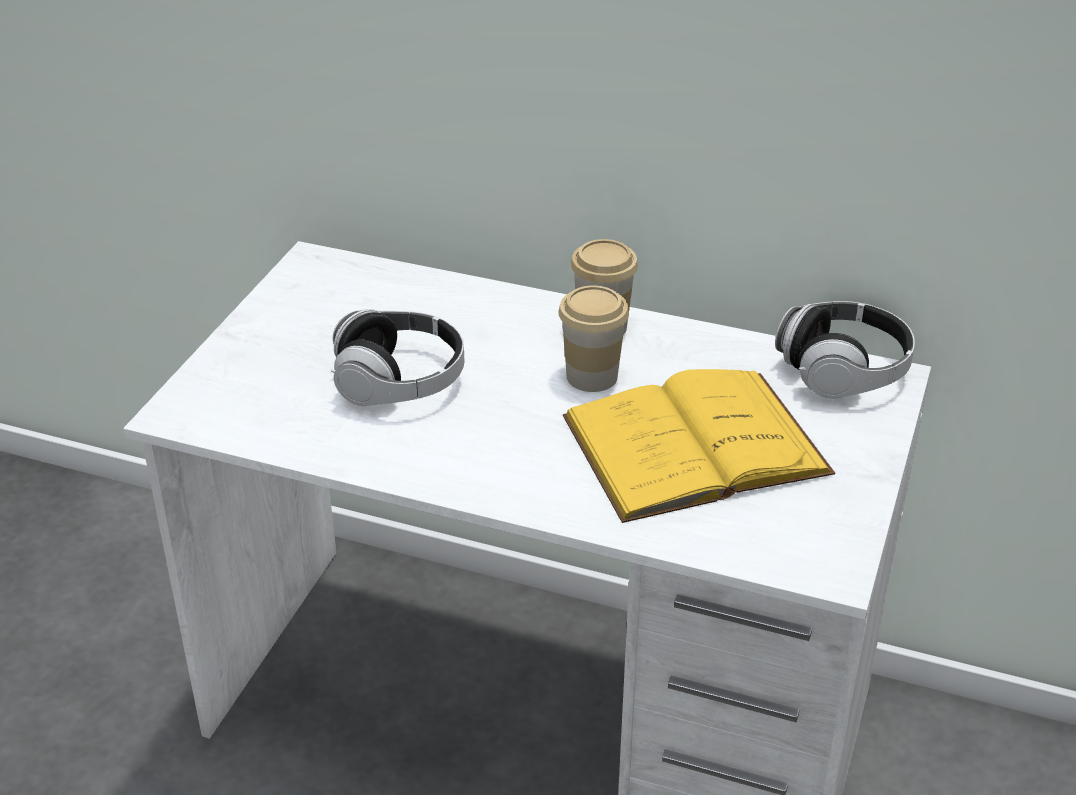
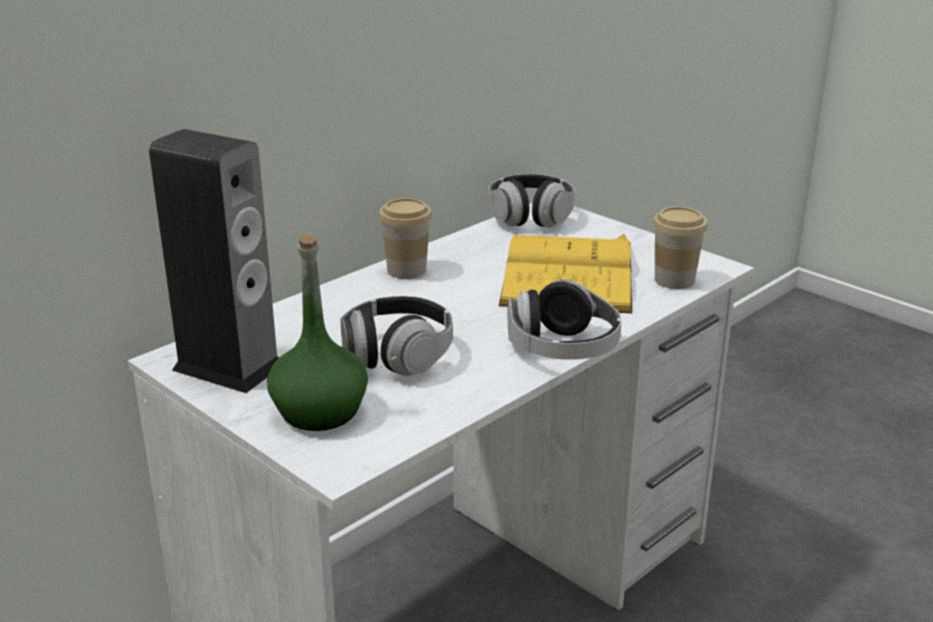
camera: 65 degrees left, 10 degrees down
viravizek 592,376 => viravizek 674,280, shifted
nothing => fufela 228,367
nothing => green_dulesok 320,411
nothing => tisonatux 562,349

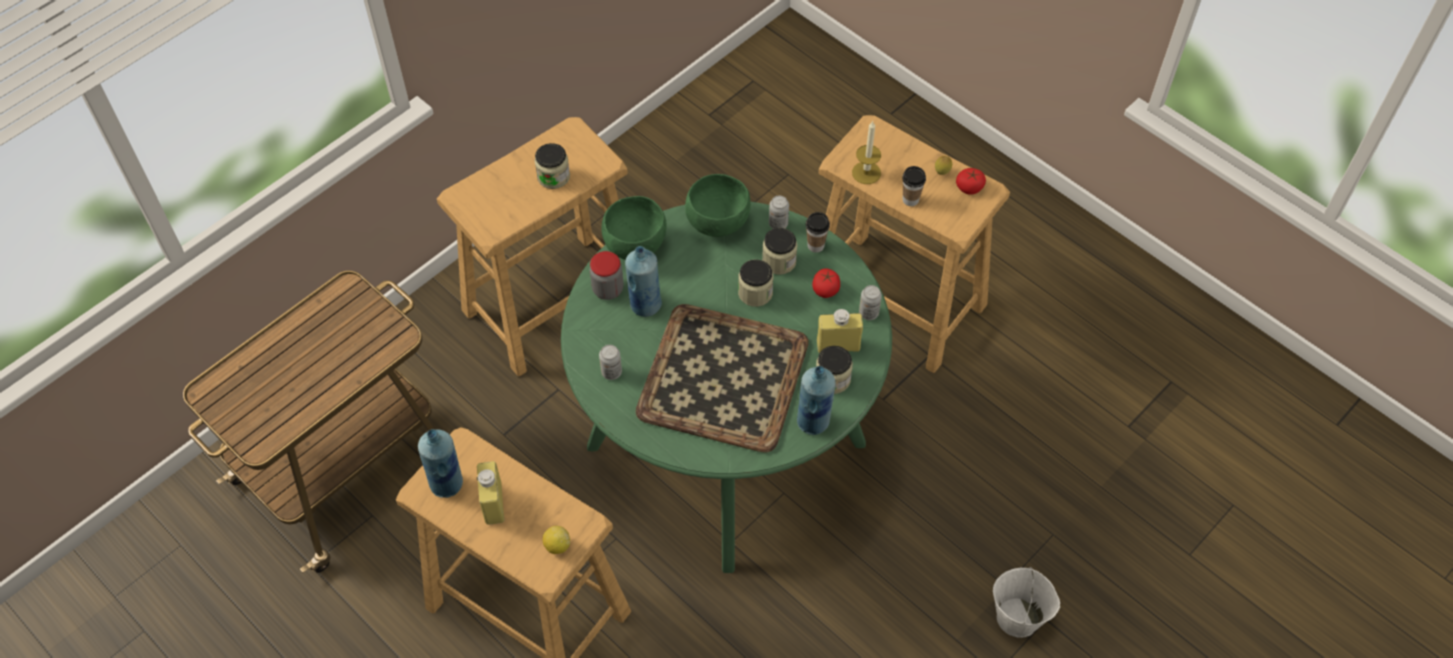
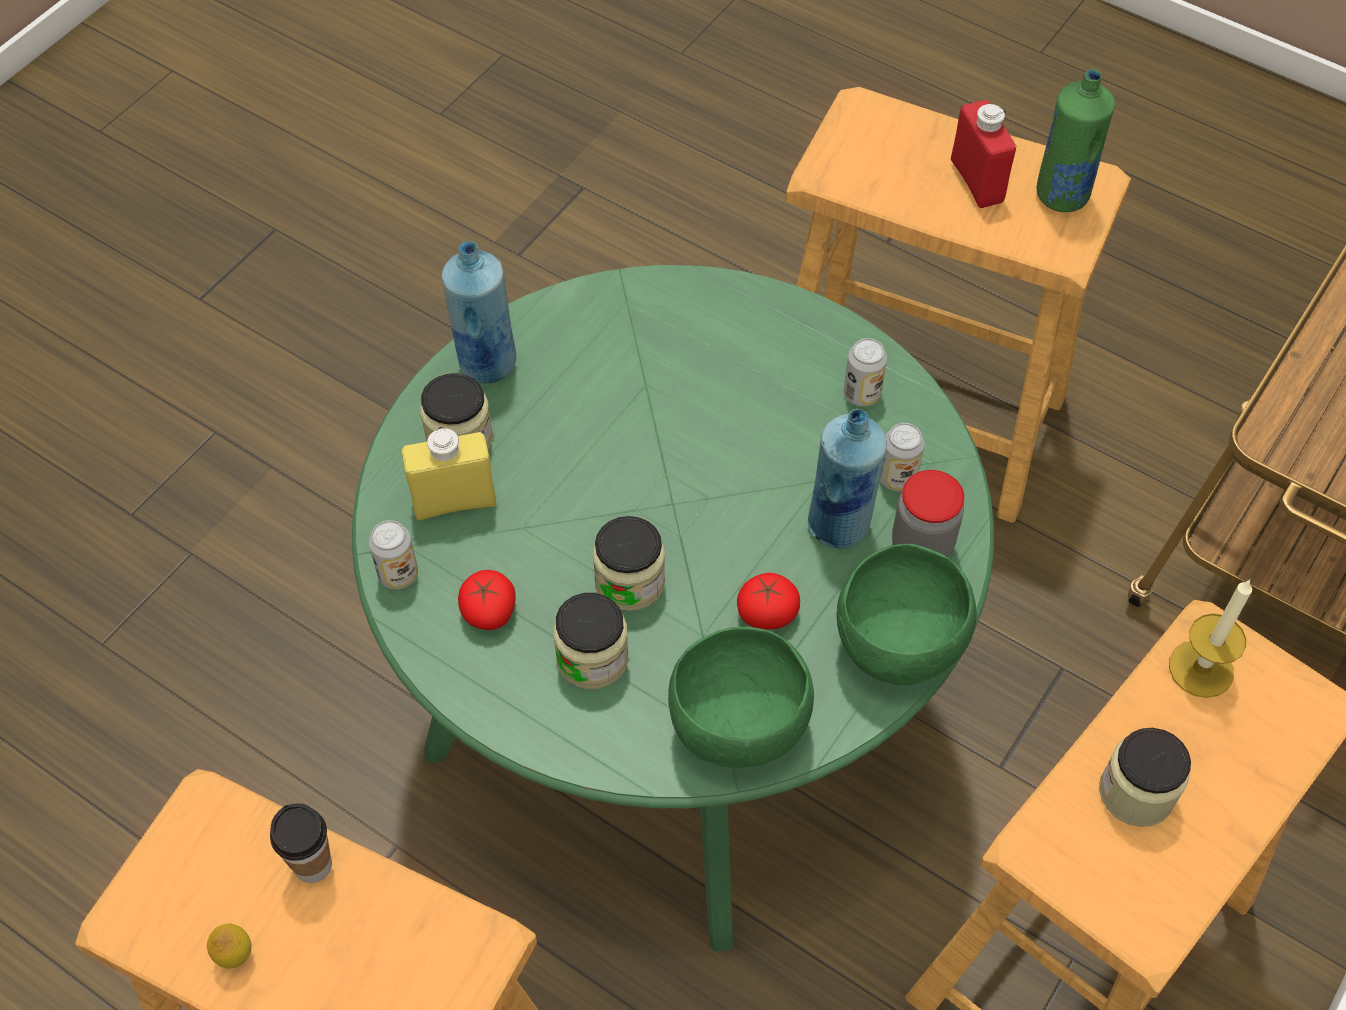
camera: 170 degrees right, 0 degrees up
blue_dulesok 447,483 => green_dulesok 1061,195
yellow_dulesok 493,504 => red_dulesok 977,181
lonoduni 557,545 => nothing
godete 722,376 => nothing
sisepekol 778,224 => sisepekol 897,478, shifted
viravizek 815,245 => nothing
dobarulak 866,173 => dobarulak 1201,668, shifted
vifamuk 969,187 => vifamuk 767,612, shifted
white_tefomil 1018,617 => nothing

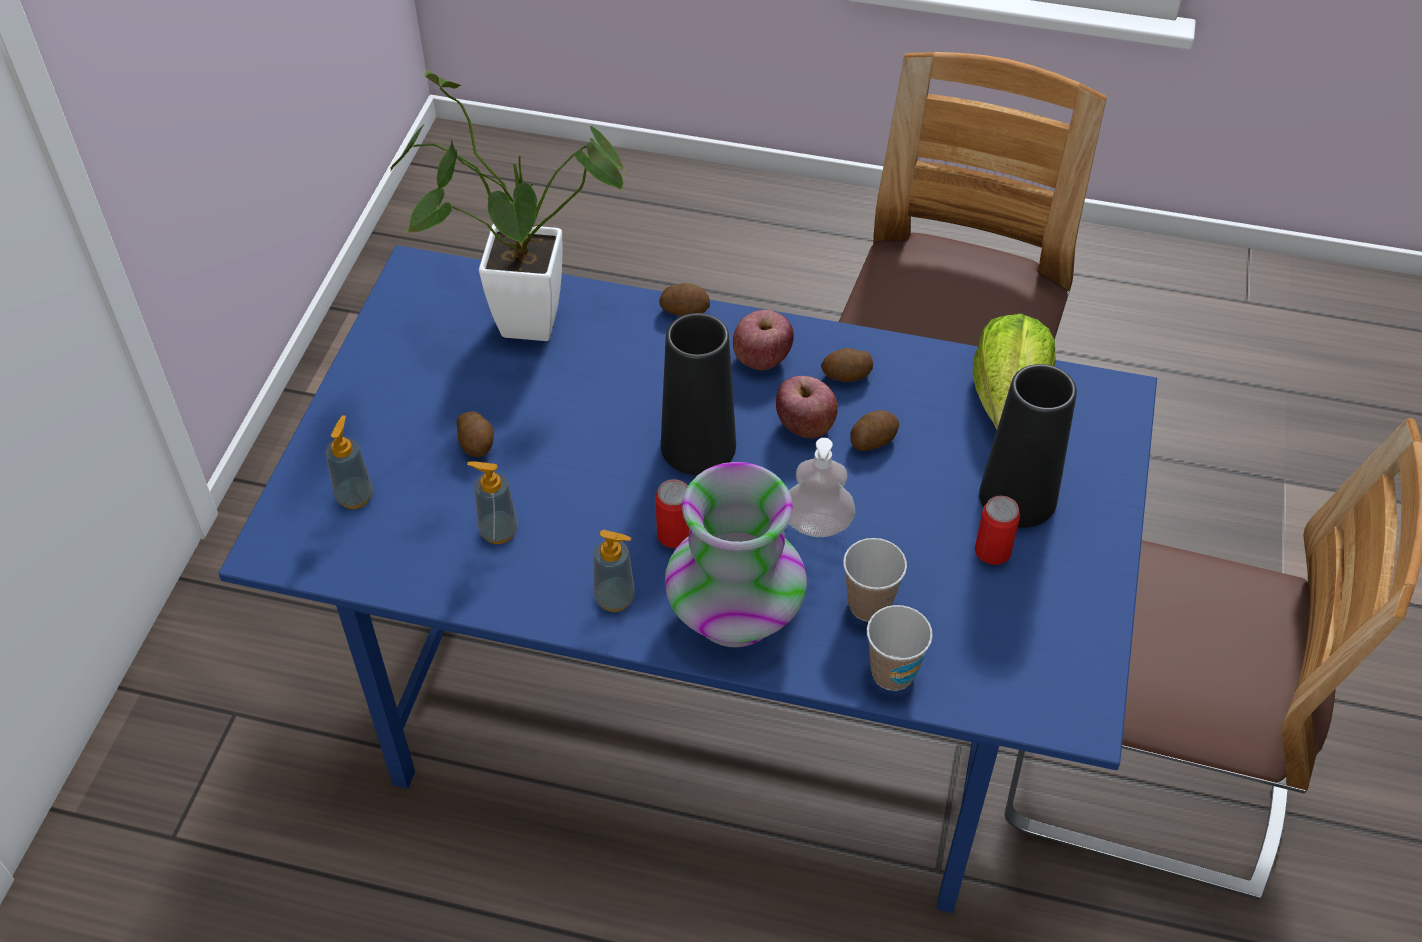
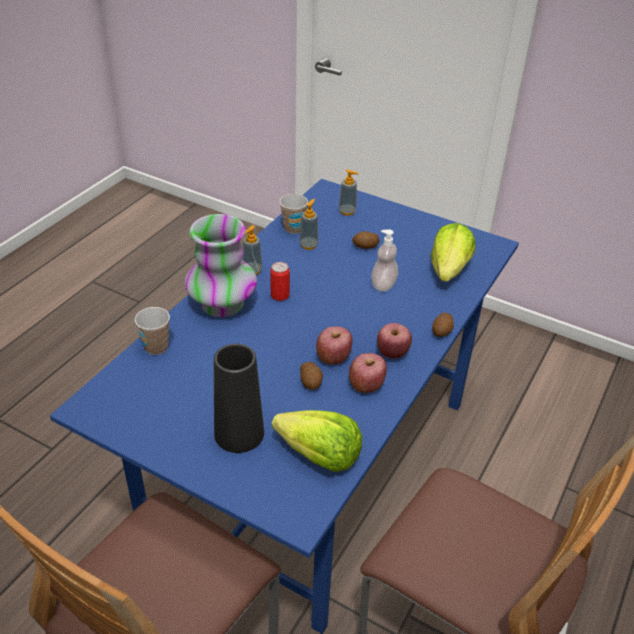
camera: 105 degrees right, 10 degrees down
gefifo 514,321 => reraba 449,270
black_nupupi 698,446 => nothing
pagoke 817,525 => pagoke 383,285, shifted
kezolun 846,376 => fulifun 366,385
viravizek 869,605 => viravizek 293,228, shifted
sisepekol 992,551 => nothing

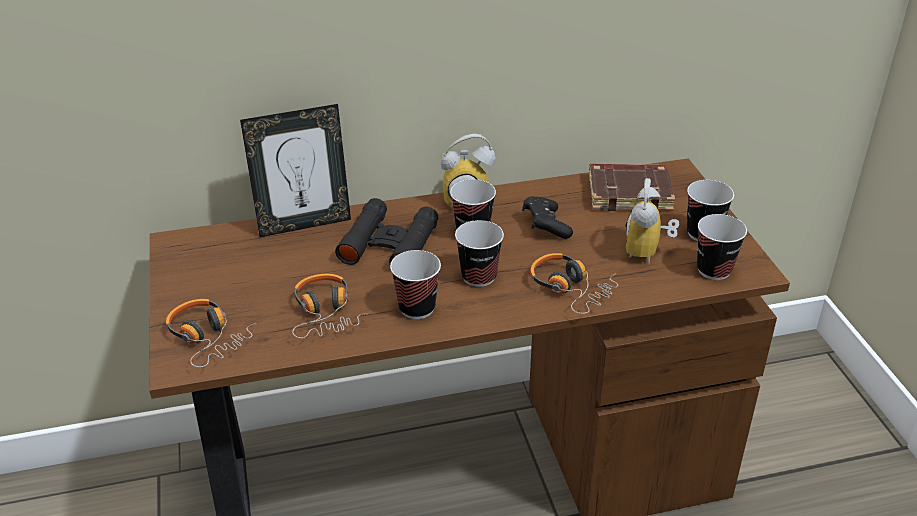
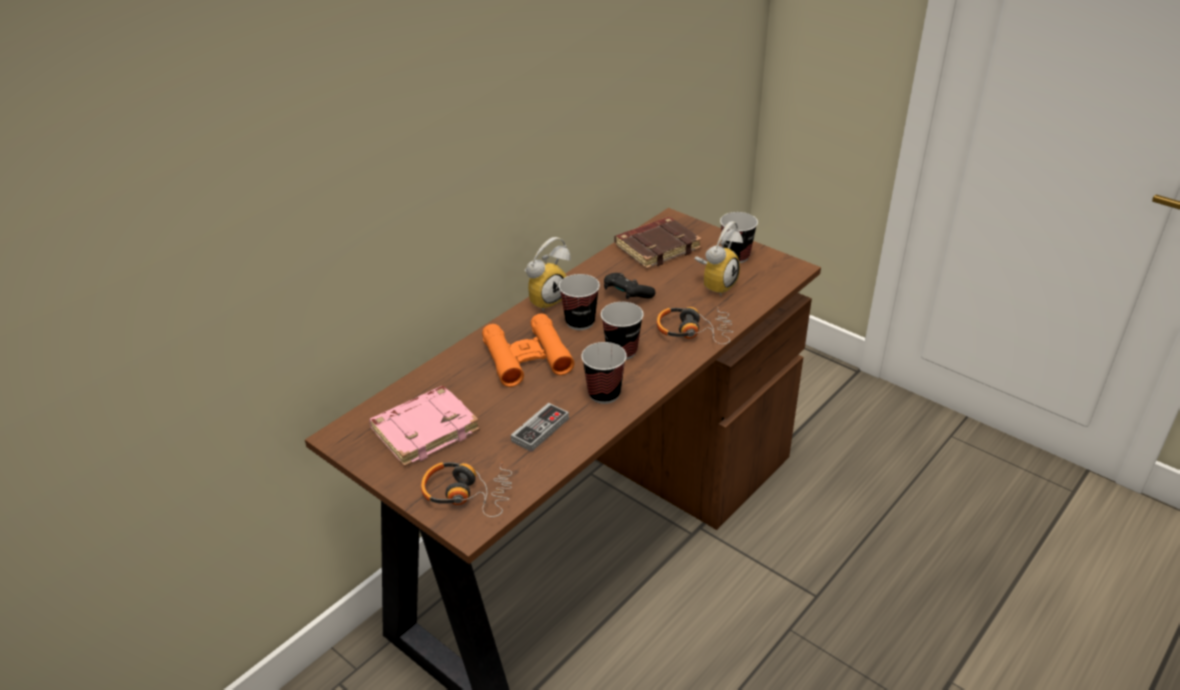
camera: 35 degrees left, 0 degrees up
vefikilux 304,224 => nothing
tisonatux 326,313 => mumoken 540,430
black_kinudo 389,244 => orange_kinudo 527,357
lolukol 648,252 => lolukol 716,284, 120 degrees counterclockwise
viravizek 714,270 => nothing
nothing => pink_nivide 425,429

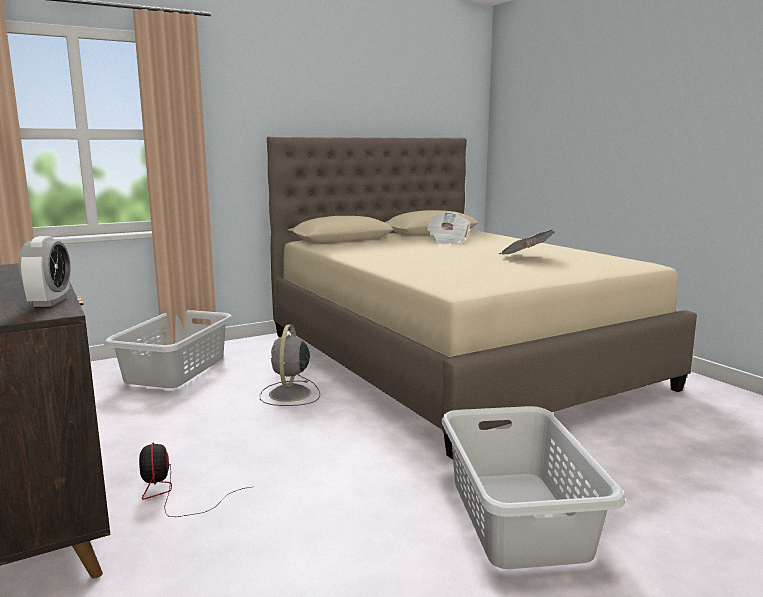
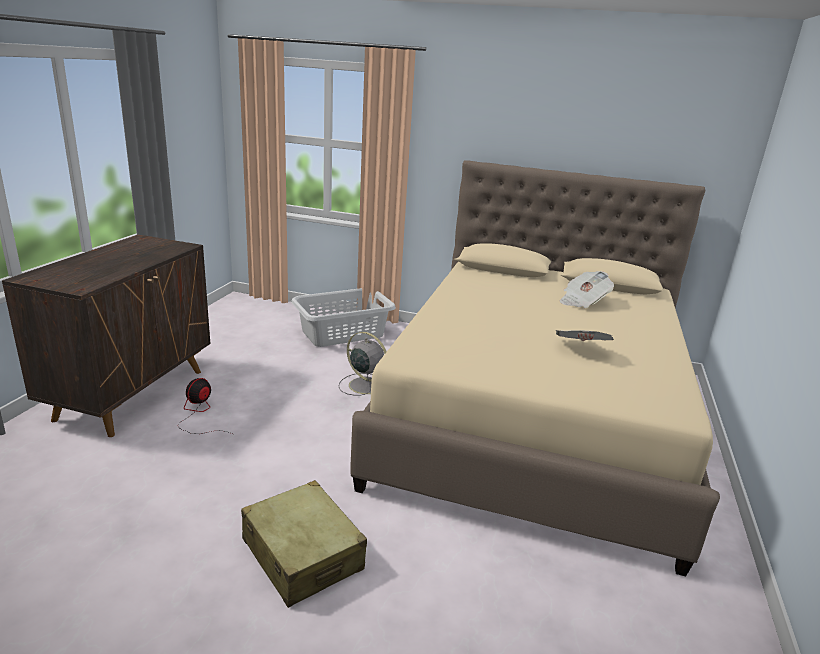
camera: 45 degrees right, 10 degrees up
lolukol 50,302 => nothing
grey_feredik 289,394 => grey_feredik 364,385, 75 degrees clockwise
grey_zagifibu 517,517 => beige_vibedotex 302,555

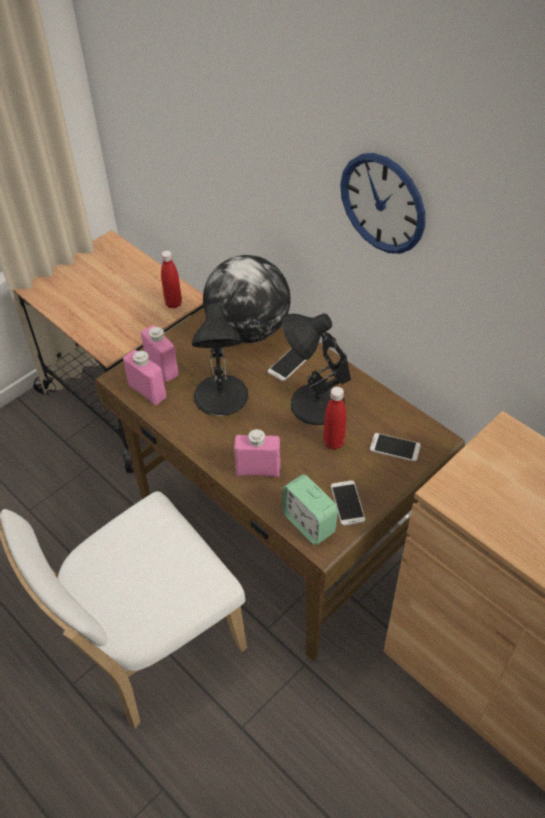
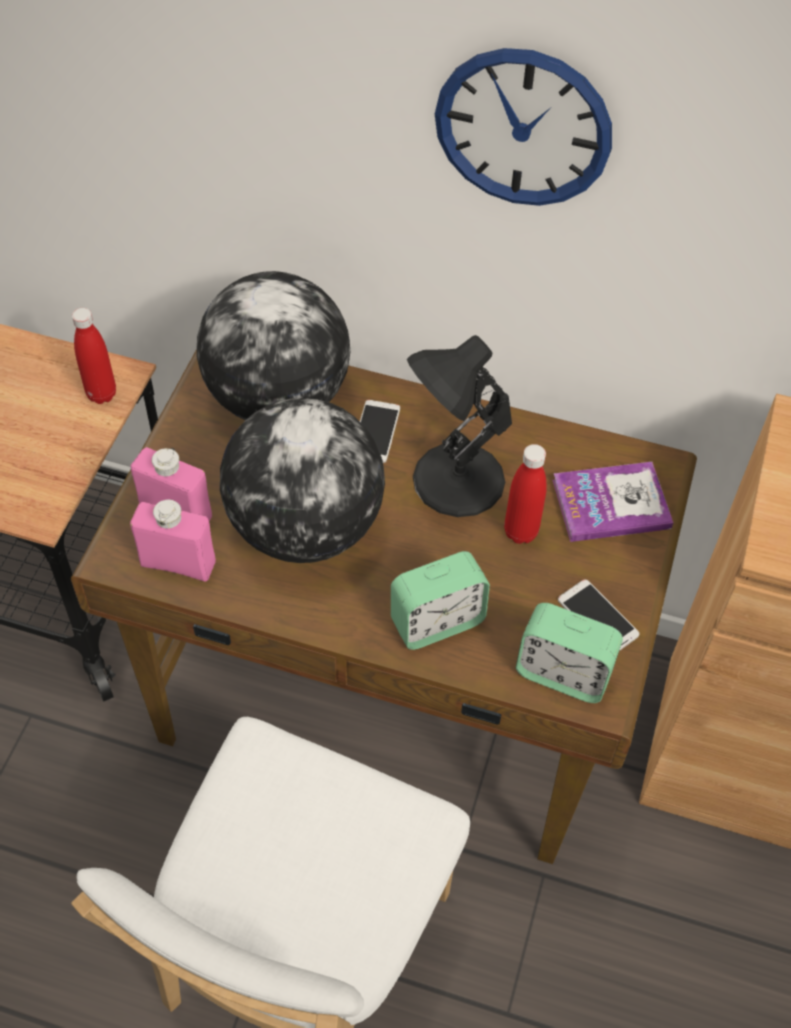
camera: 30 degrees left, 5 degrees up
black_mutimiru 221,397 => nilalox 305,526
pink_dulesok 258,470 => lolukol 437,621
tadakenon 395,447 => nivide 611,504

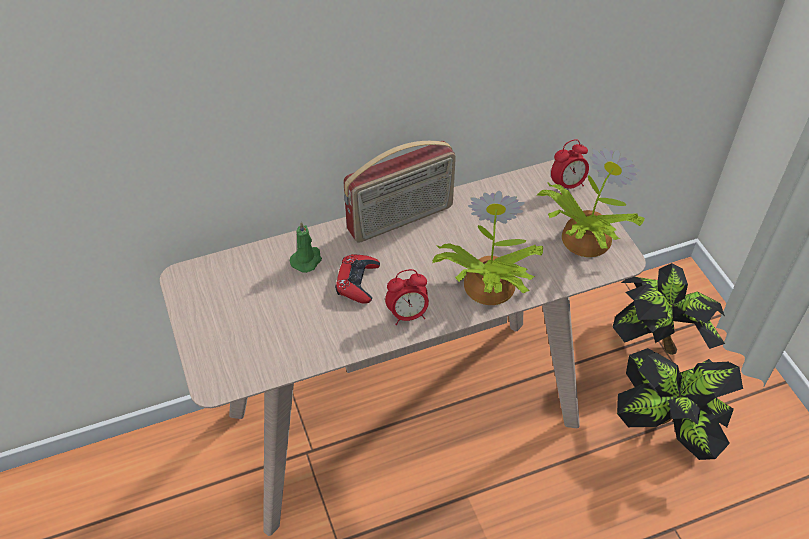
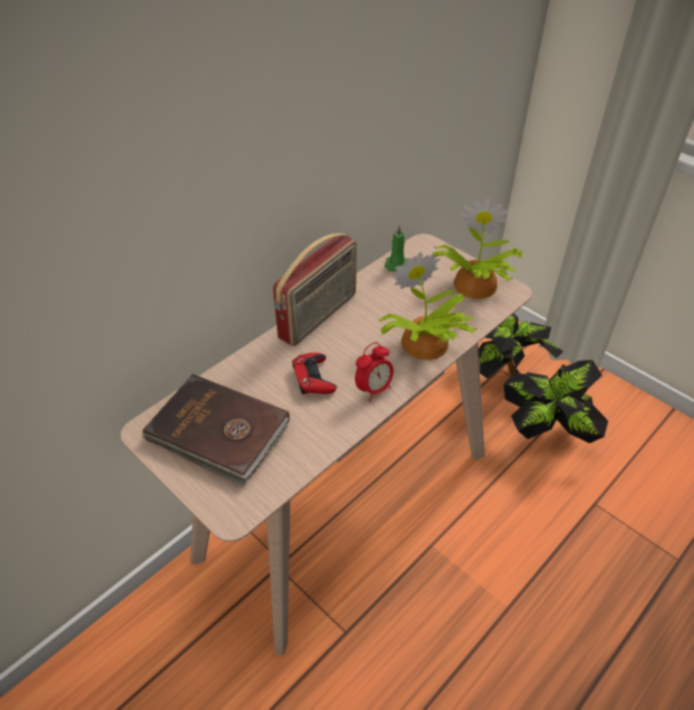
camera: 25 degrees left, 5 degrees down
green_dobarulak 307,259 => green_dobarulak 396,264, shifted
lolukol 567,185 => nothing
nothing => brown_nivide 218,432

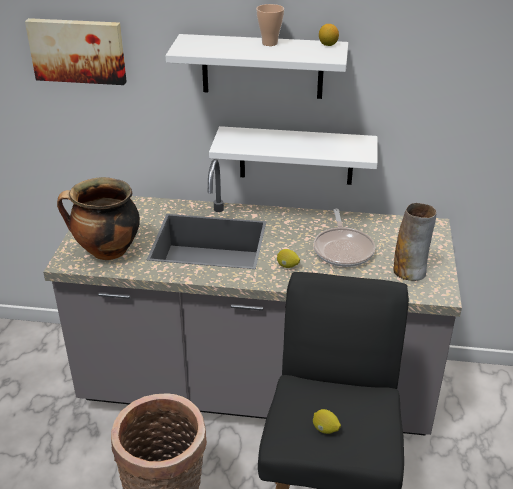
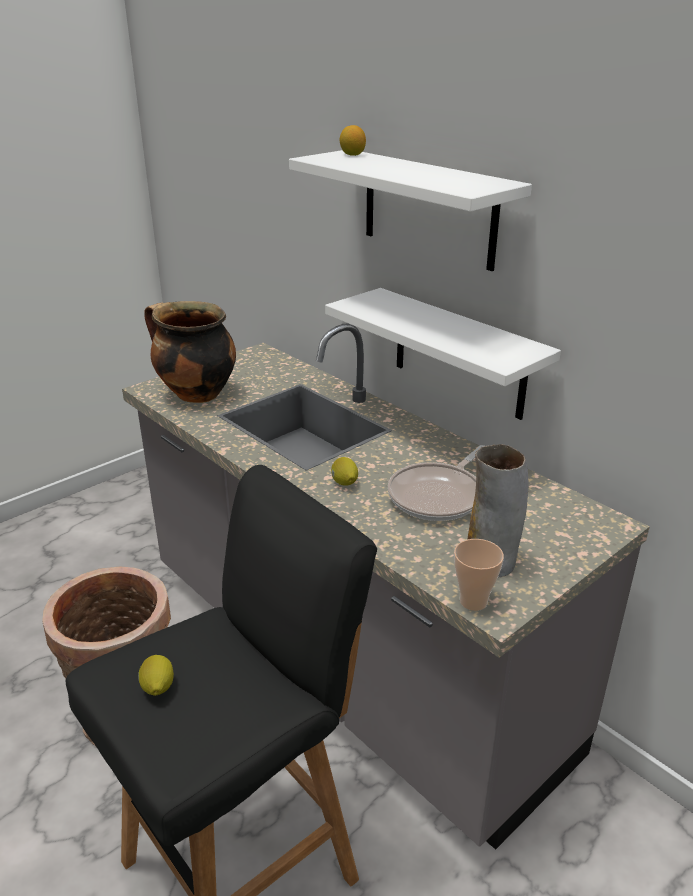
camera: 40 degrees right, 5 degrees down
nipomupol 78,50 => nothing
viravizek 269,43 => viravizek 473,601, shifted
lonoduni 328,45 => lonoduni 352,155, shifted

